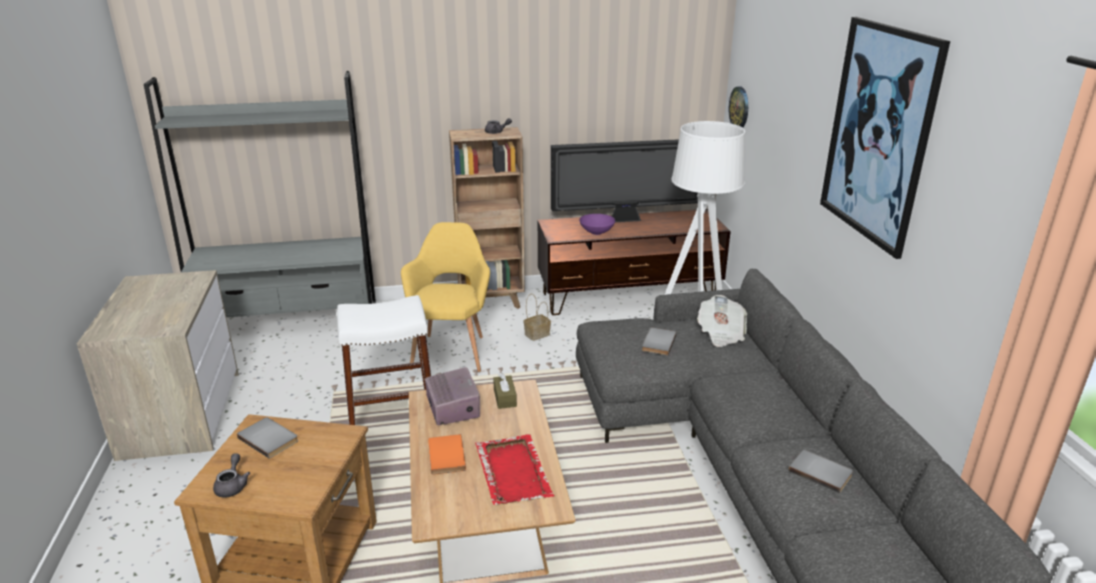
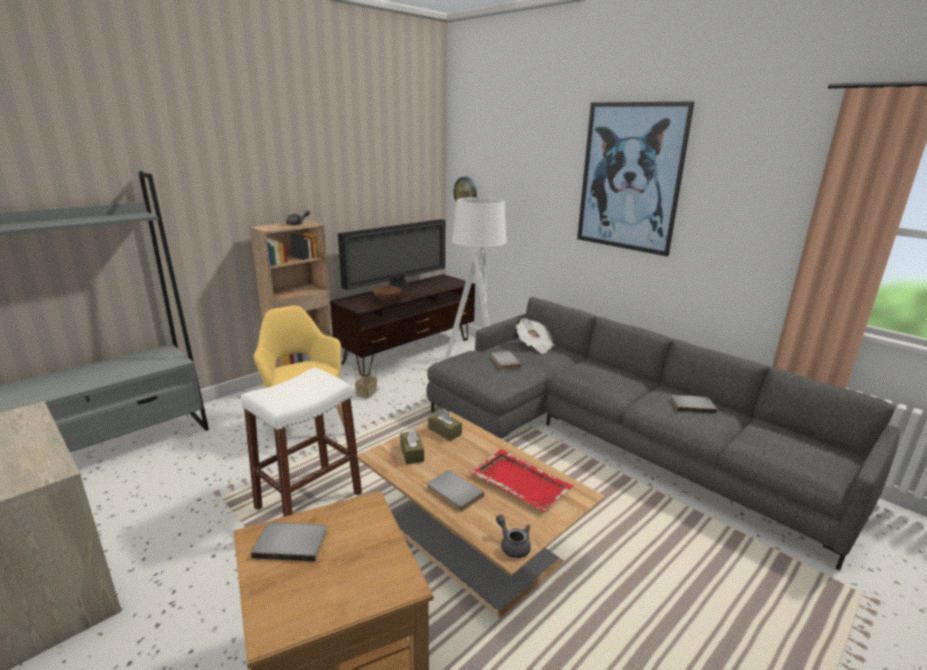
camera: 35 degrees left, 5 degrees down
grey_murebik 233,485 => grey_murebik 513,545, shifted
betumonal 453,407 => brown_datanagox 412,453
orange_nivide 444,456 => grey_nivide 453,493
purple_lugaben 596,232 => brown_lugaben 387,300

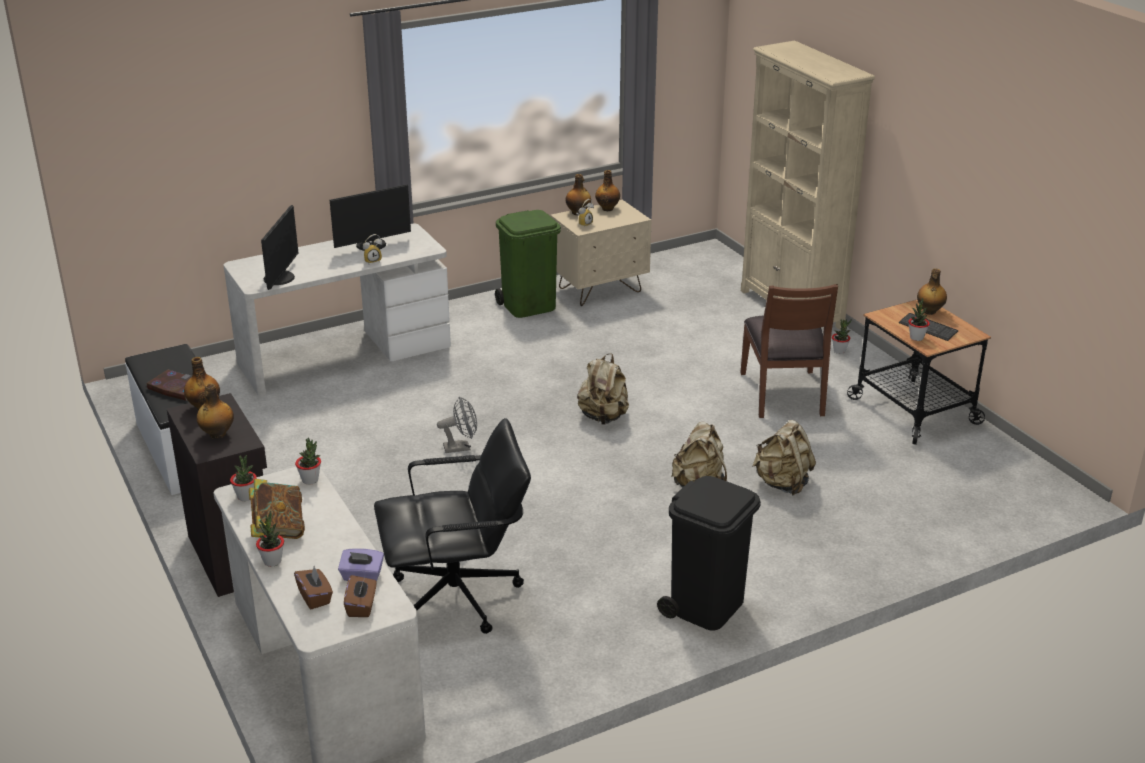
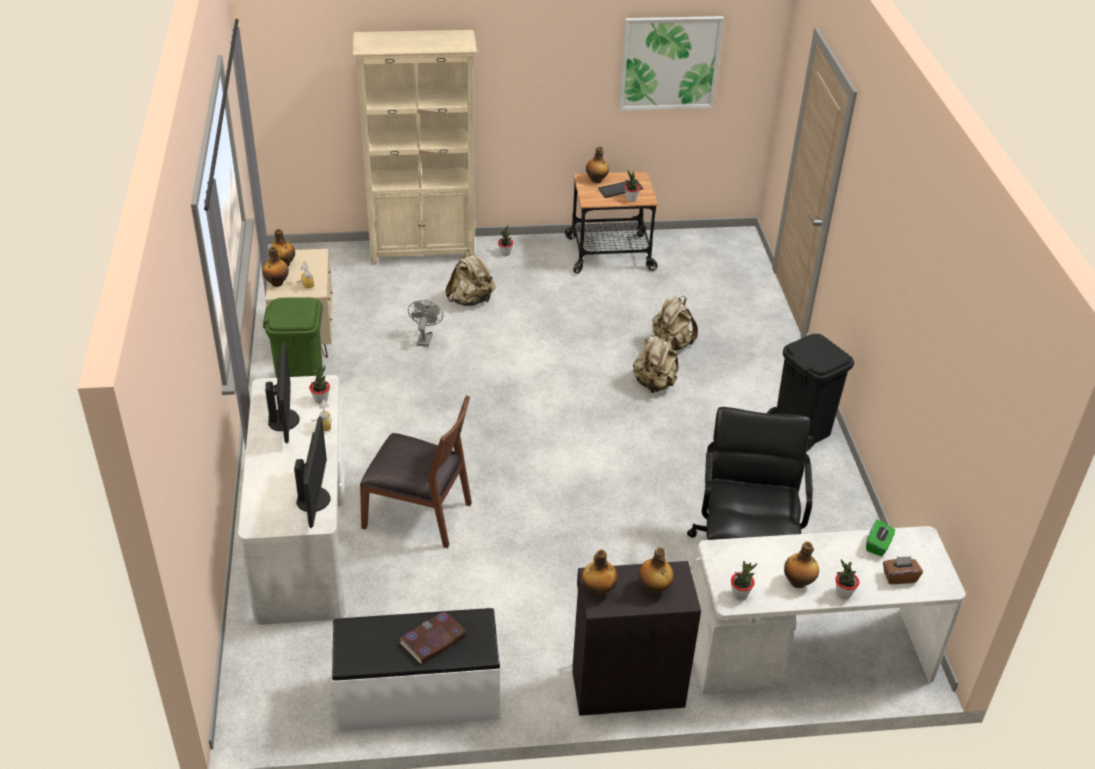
camera: 70 degrees left, 10 degrees up
nivide 278,530 => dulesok 798,582
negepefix 280,278 => negepefix 315,499, 60 degrees clockwise
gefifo 310,480 => gefifo 321,400, shifted
purple_datanagox 362,576 => green_datanagox 878,545
brown_datanagox 361,606 => nothing
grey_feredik 461,447 => grey_feredik 425,338, shifted
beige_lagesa 603,417 => beige_lagesa 471,300, shifted
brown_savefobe 784,394 => brown_savefobe 418,514, shifted
nothing => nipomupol 669,63

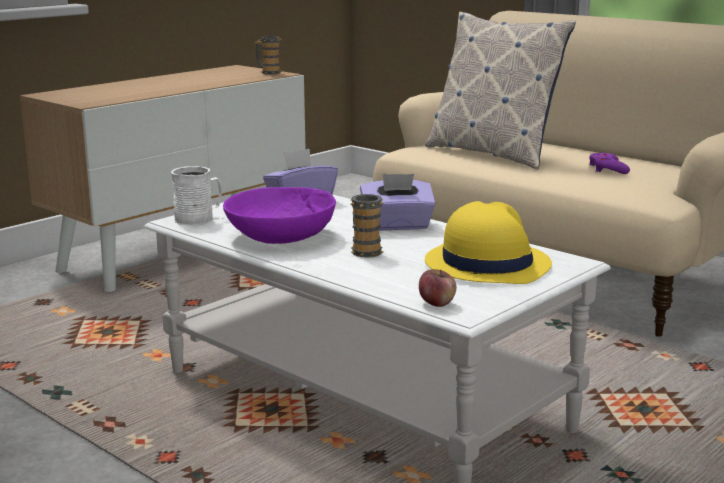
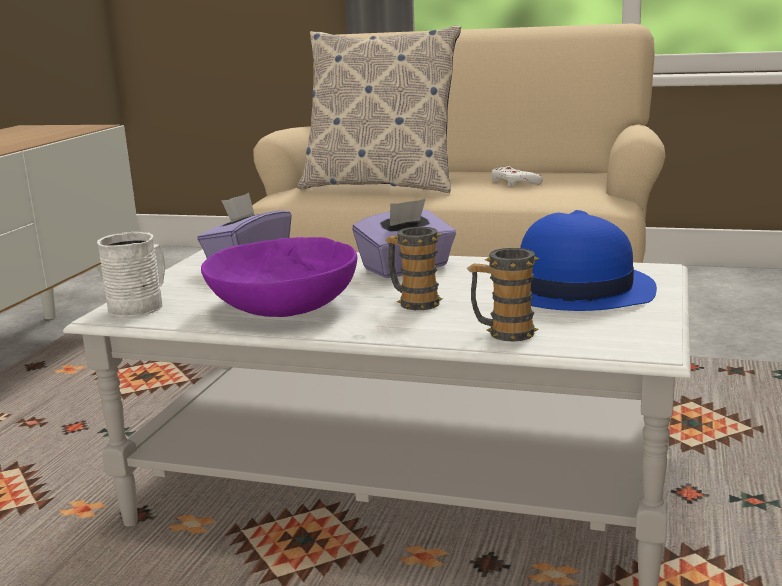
camera: 25 degrees left, 0 degrees up
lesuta 268,72 => lesuta 503,333, shifted
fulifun 437,303 => nothing
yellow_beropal 486,264 => blue_beropal 573,289
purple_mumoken 607,168 => white_mumoken 514,182

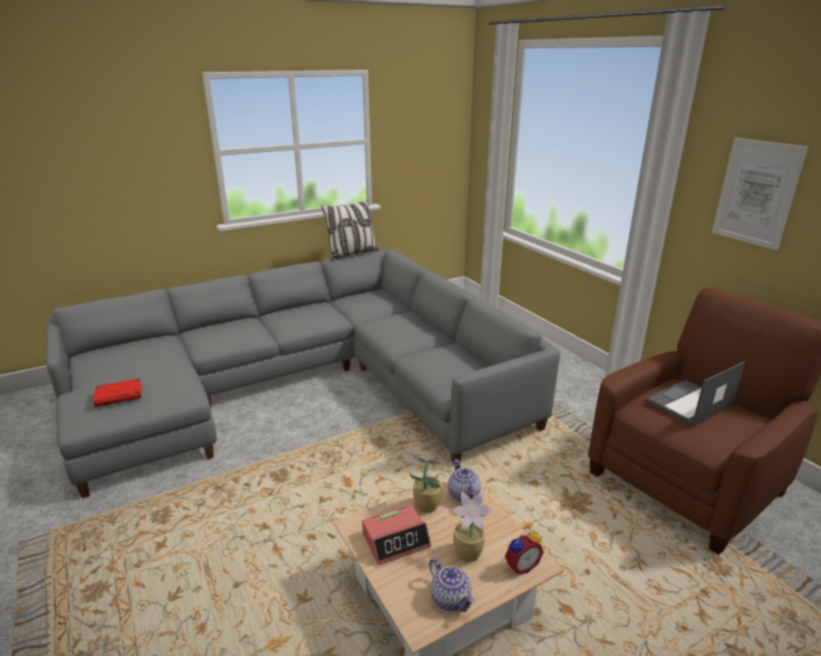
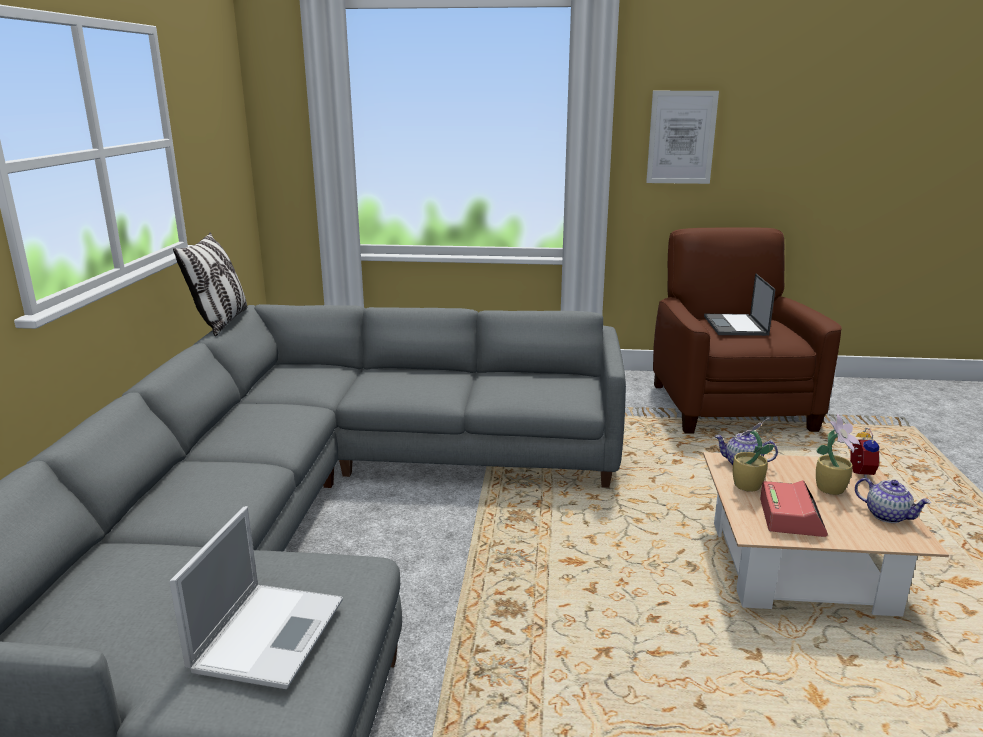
camera: 55 degrees left, 5 degrees down
red_nivide 119,395 => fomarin 270,632
murebik 451,599 => murebik 887,515, 45 degrees clockwise

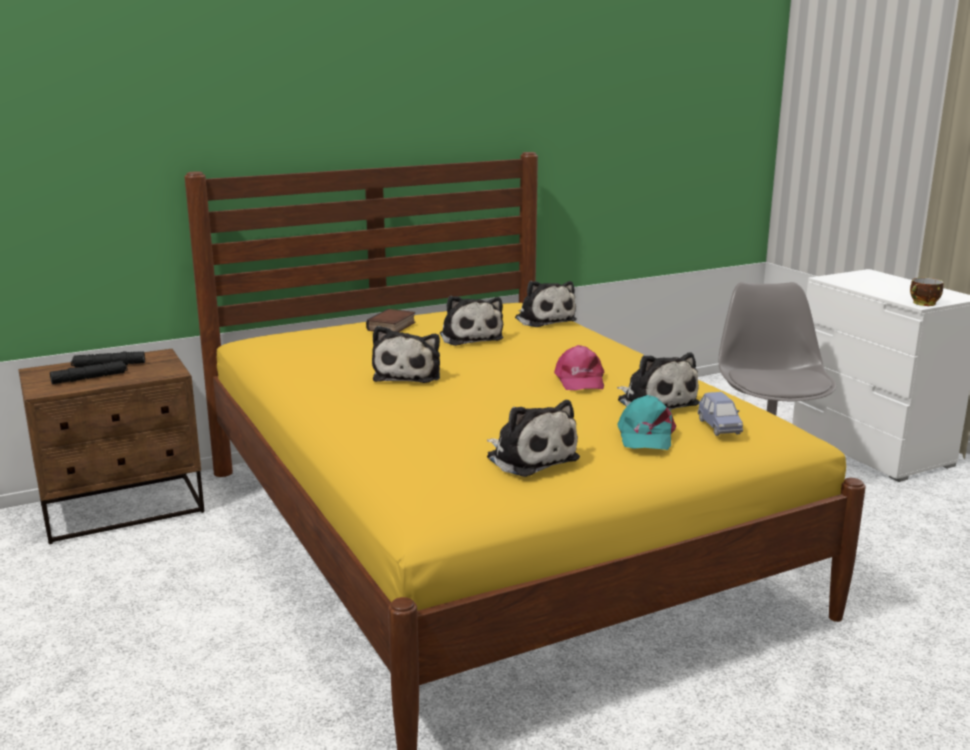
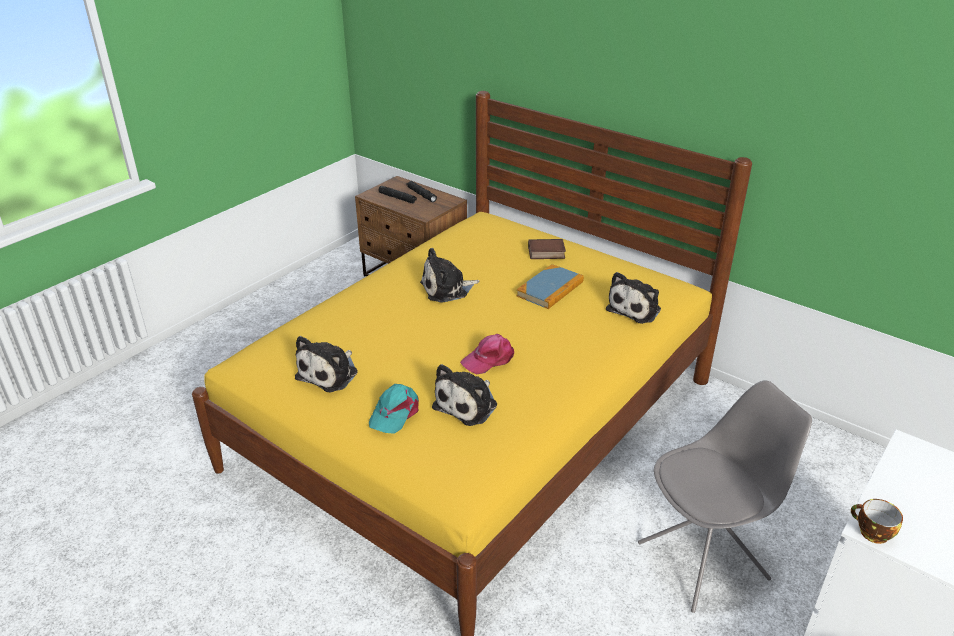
camera: 65 degrees right, 15 degrees up
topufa 470,337 => nivide 550,289
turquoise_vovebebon 645,435 => turquoise_vovebebon 394,413, 45 degrees counterclockwise
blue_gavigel 719,427 => nothing

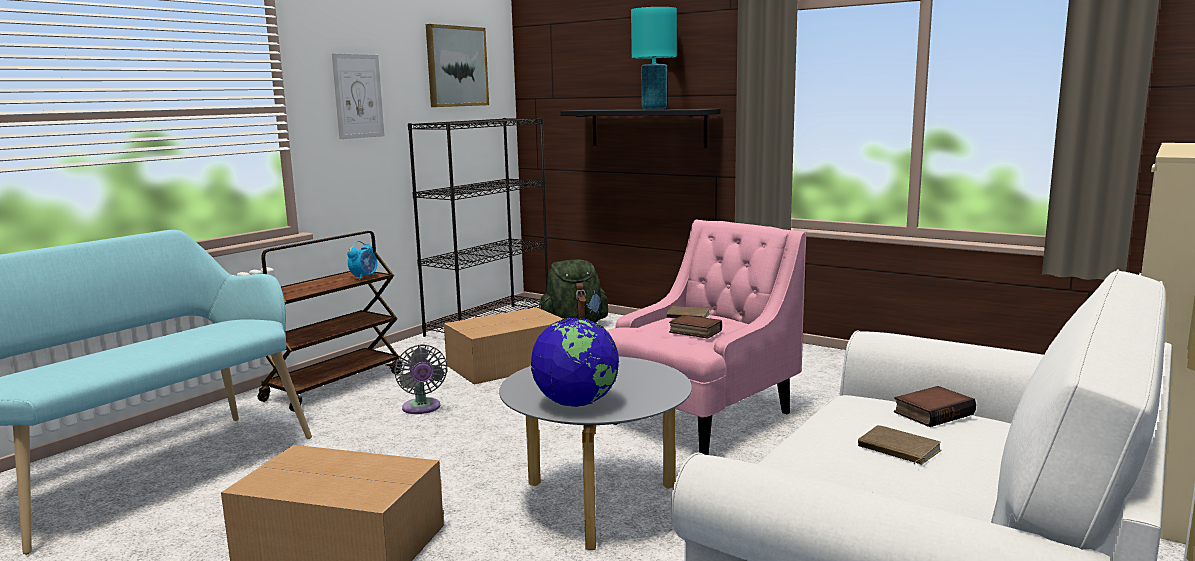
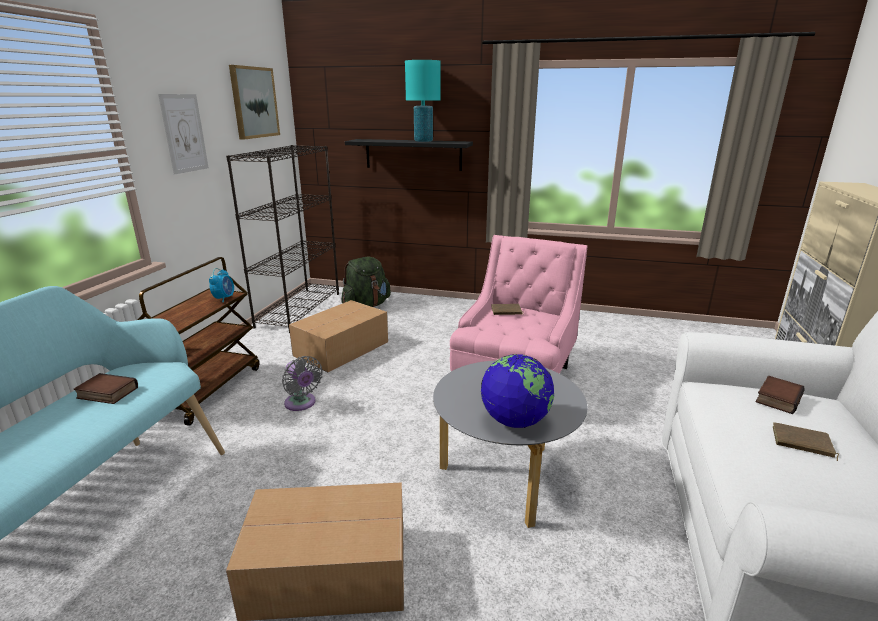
camera: 20 degrees left, 10 degrees up
nivide 694,332 => nivide 106,393, shifted

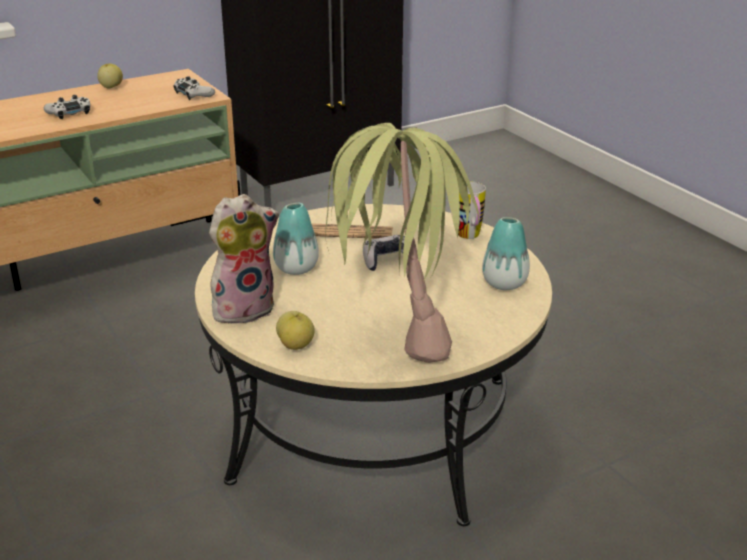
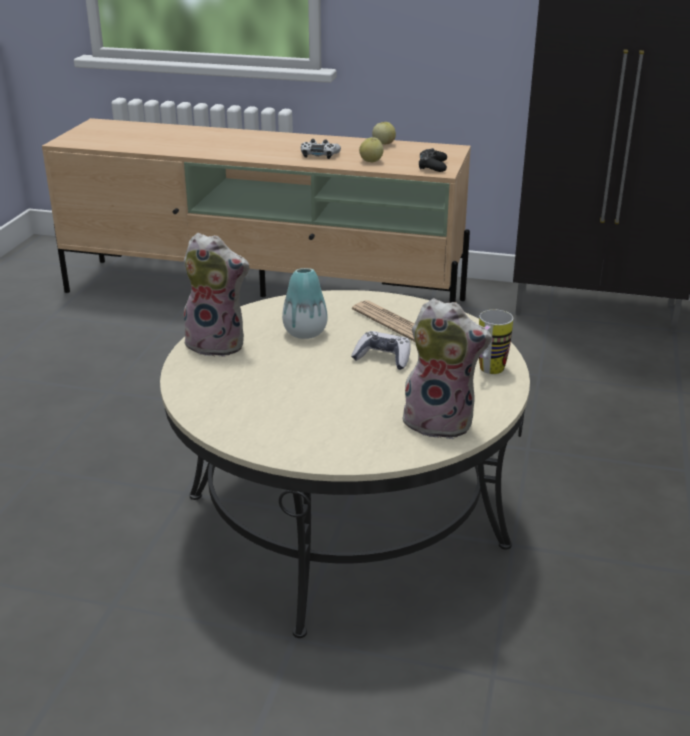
camera: 45 degrees right, 0 degrees up
white_mumoken 194,94 => black_mumoken 432,166
fulifun 296,345 => fulifun 371,161, shifted
gefifo 396,334 => nothing
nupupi 504,283 => topufa 441,422

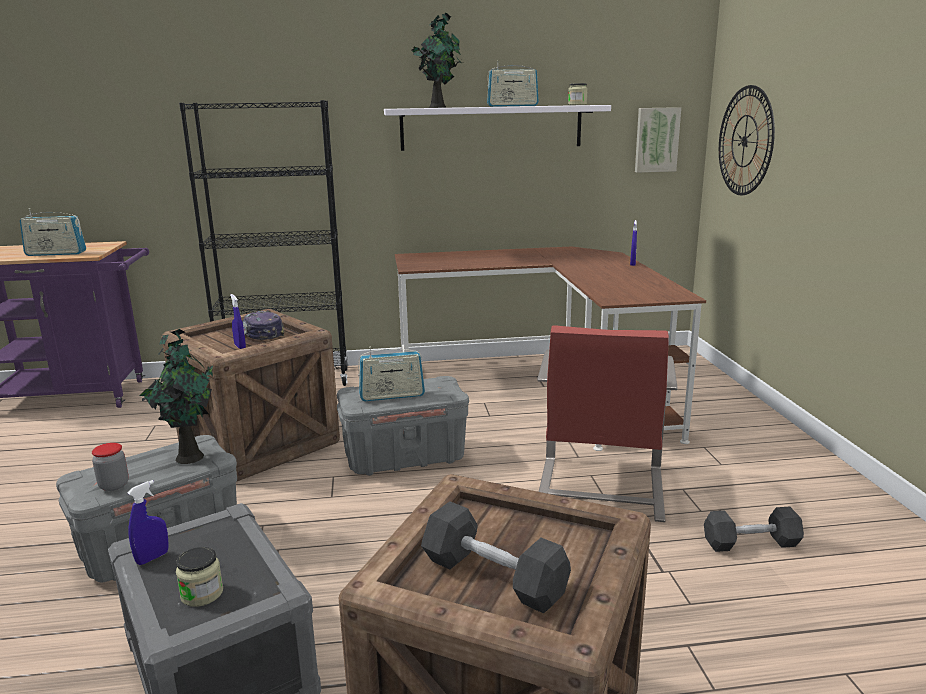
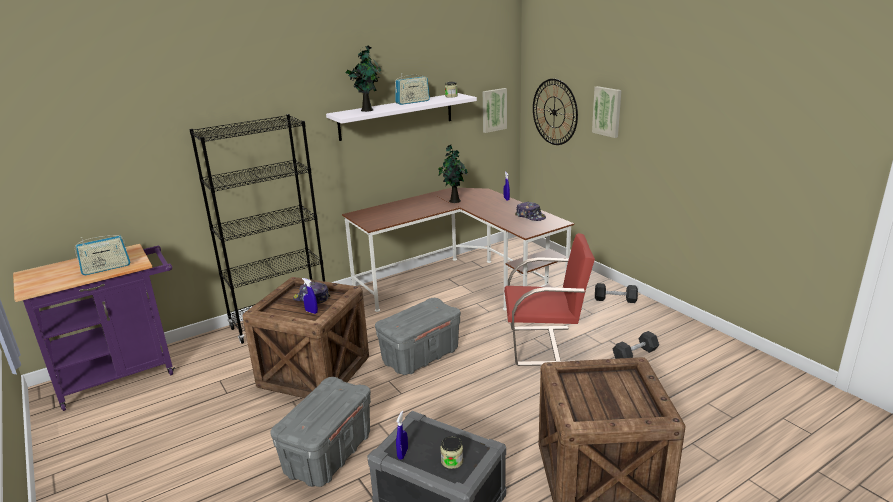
camera: 25 degrees left, 5 degrees up
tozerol 114,485 => nothing
gefifo 189,456 => gefifo 454,200, shifted
betumonal 392,396 => nothing
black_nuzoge 493,577 => black_nuzoge 615,299, shifted
red_savefobe 599,489 => red_savefobe 544,346, 75 degrees counterclockwise
nothing => vovebebon 530,216
nothing => nipomupol 607,111

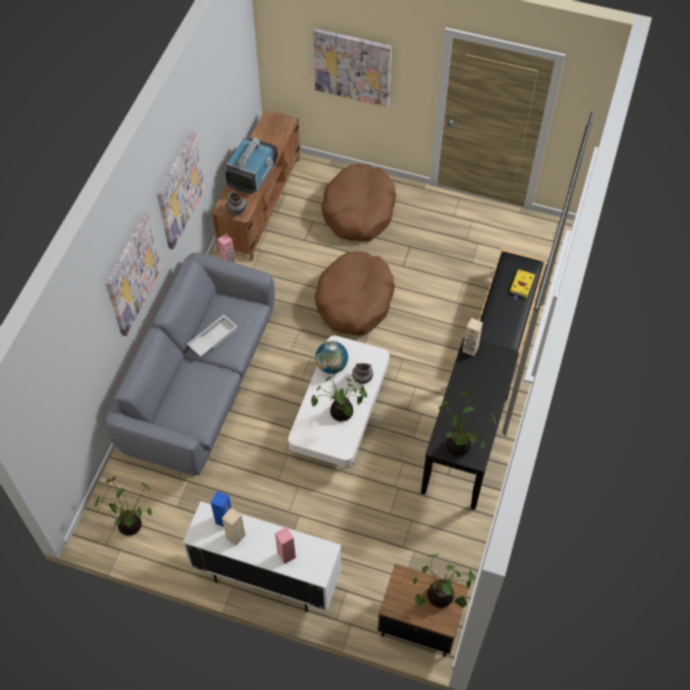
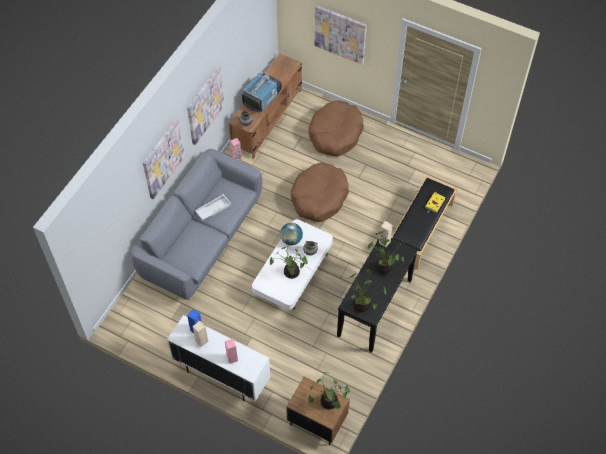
camera: 10 degrees right, 0 degrees up
gefifo 131,523 => gefifo 384,267, shifted

